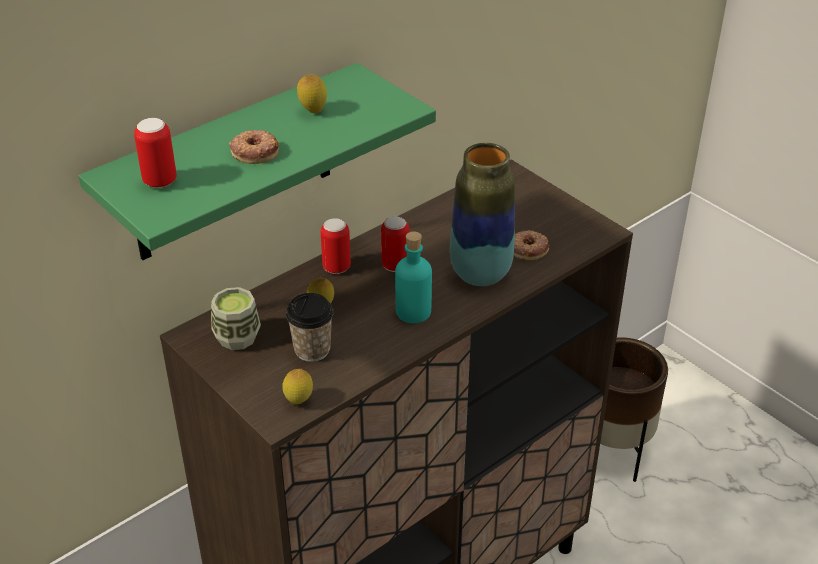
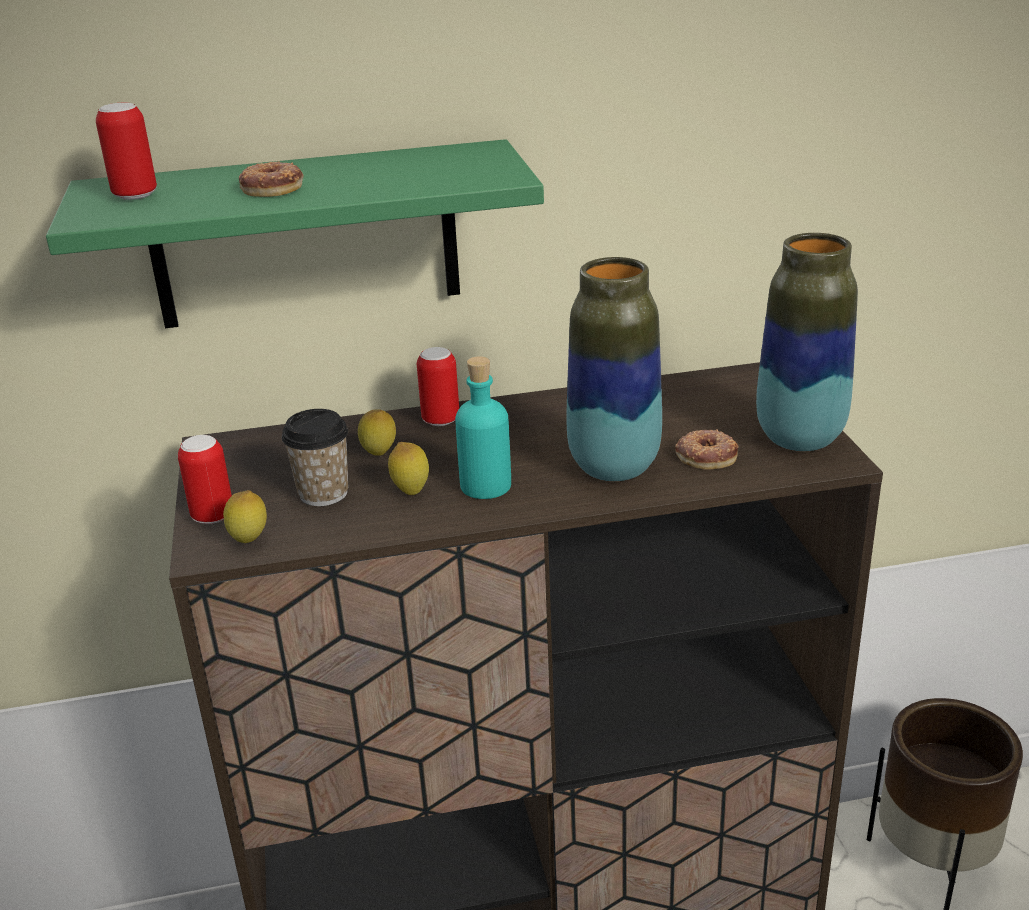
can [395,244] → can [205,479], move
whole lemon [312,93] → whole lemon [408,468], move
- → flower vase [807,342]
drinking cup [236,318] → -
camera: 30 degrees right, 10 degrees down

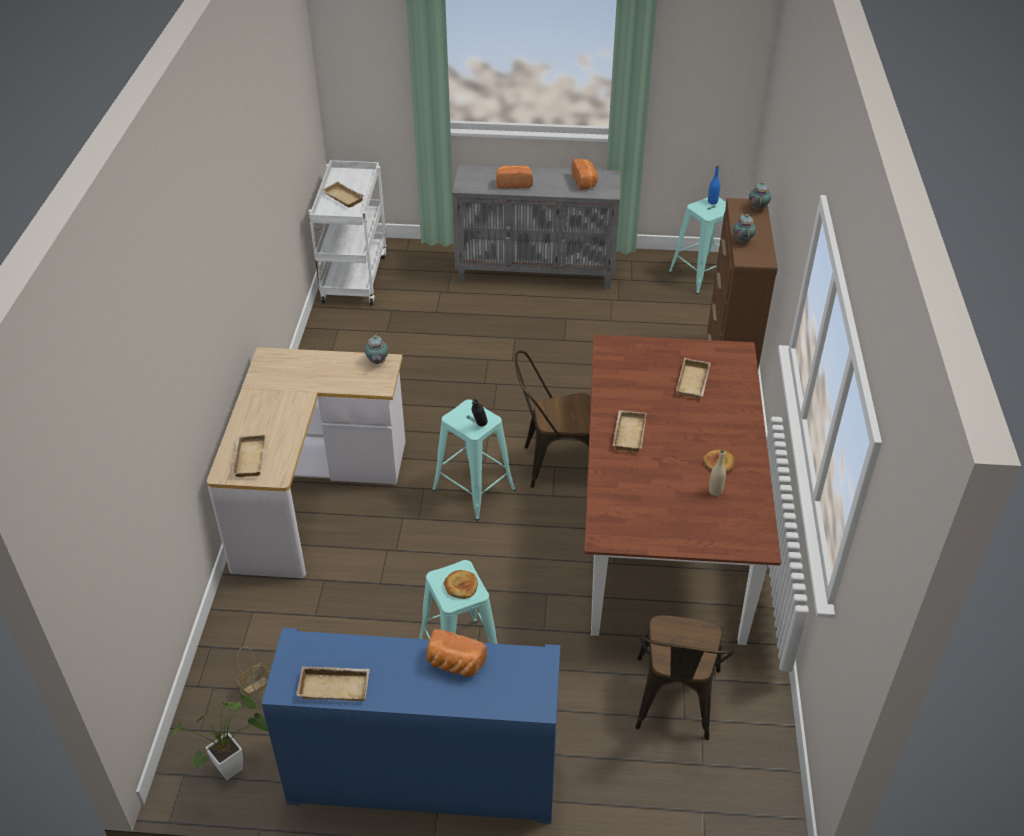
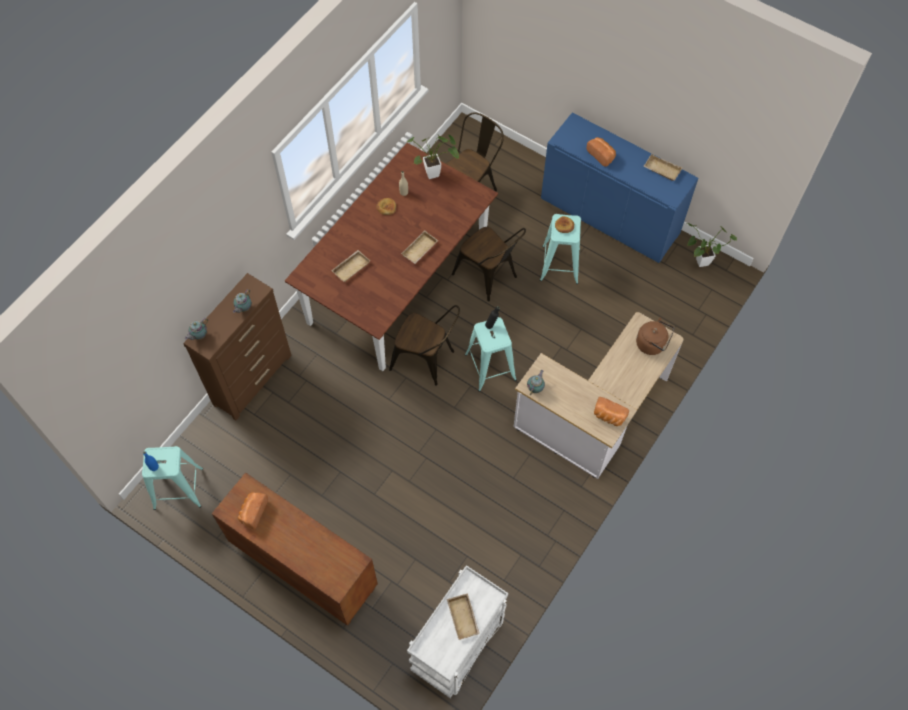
cabinet (gray) [536,226] → cabinet (brown) [295,548]
- → plant in a pot [432,157]
- → upright chair (brown) [489,264]
baked bread [514,177] → baked bread [611,411], move
tray (beige) [249,455] → tea kettle (brown) [655,336]
household basket [253,675] → -
camera: 150 degrees left, 20 degrees up

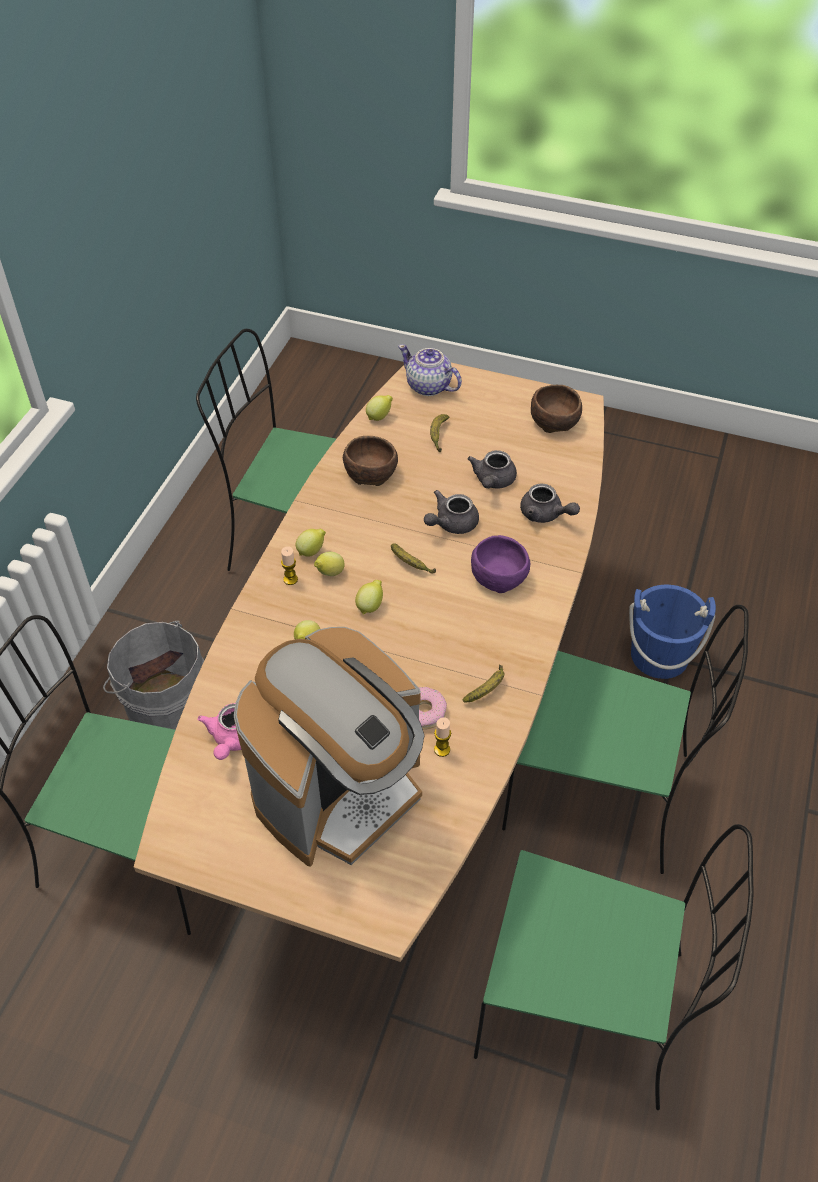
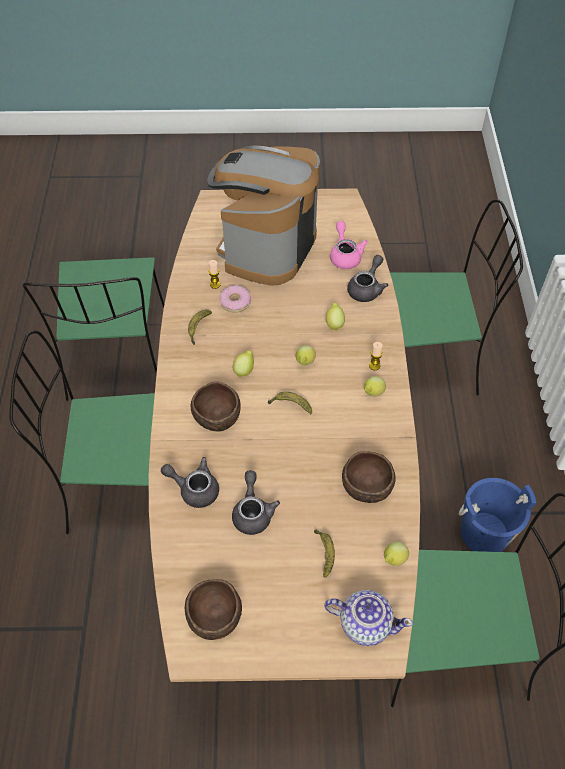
upright chair (greenish) [614,967] → upright chair (greenish) [93,329], 90 degrees counterclockwise
deep dish (purple) [500,564] → deep dish (brown) [216,406]
whole lemon [329,564] → whole lemon [243,364], move
tea pot (gray) [451,512] → tea pot (gray) [367,278], move
bucket (blue-coloured) [672,632] → bucket (blue-coloured) [497,515], move
bucket (gray) [153,675] → -
camera: 160 degrees right, 5 degrees up

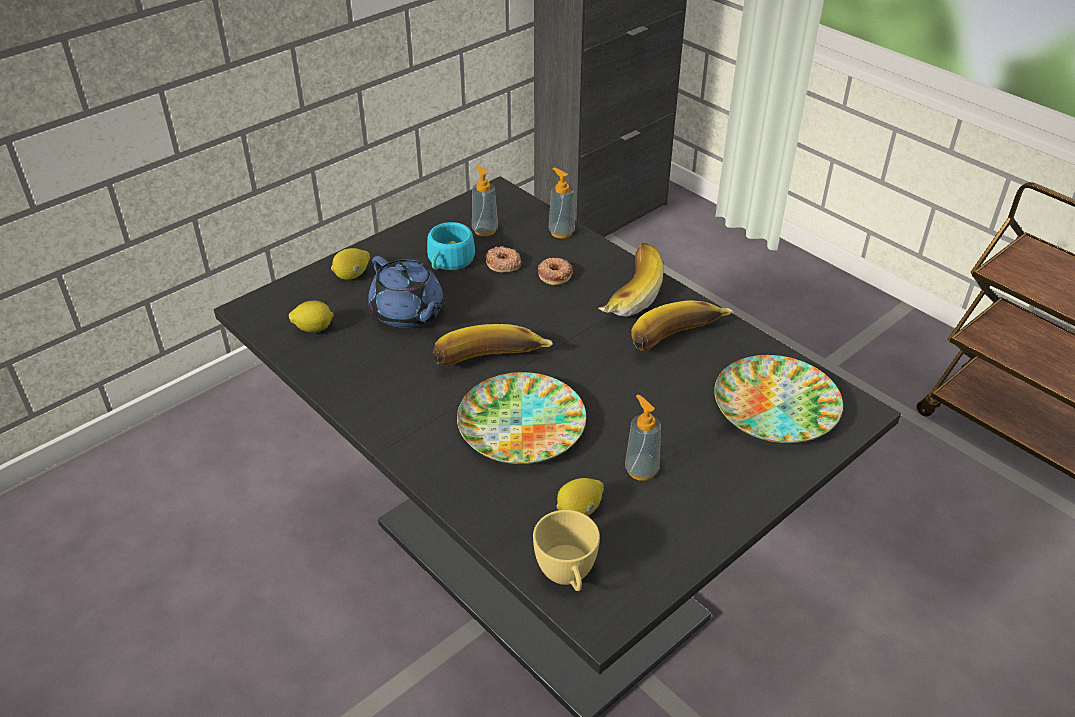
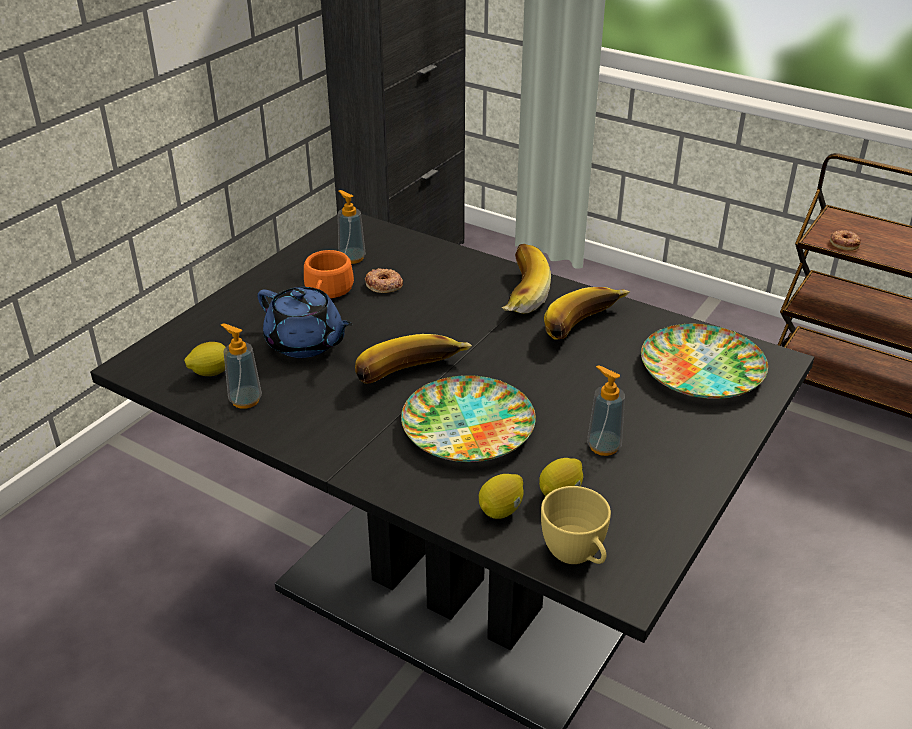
liquid soap bottle [562,203] → liquid soap bottle [241,366], move
drinking cup (turquoise) [451,246] → drinking cup (orange) [329,274]
whole lemon [350,264] → whole lemon [501,496], move
doughnut [555,271] → doughnut [845,240], move
camera: 15 degrees left, 5 degrees down

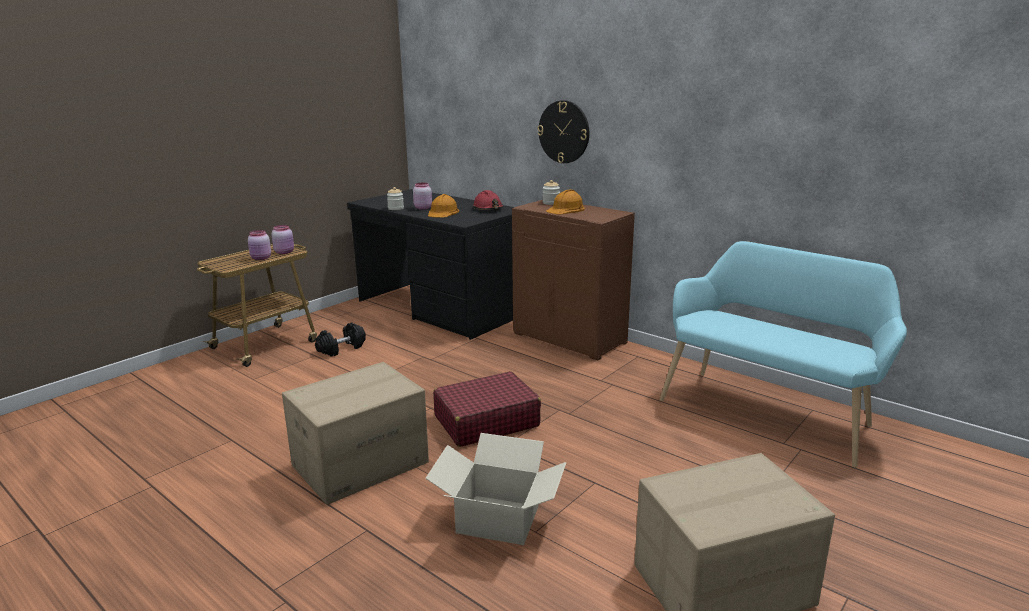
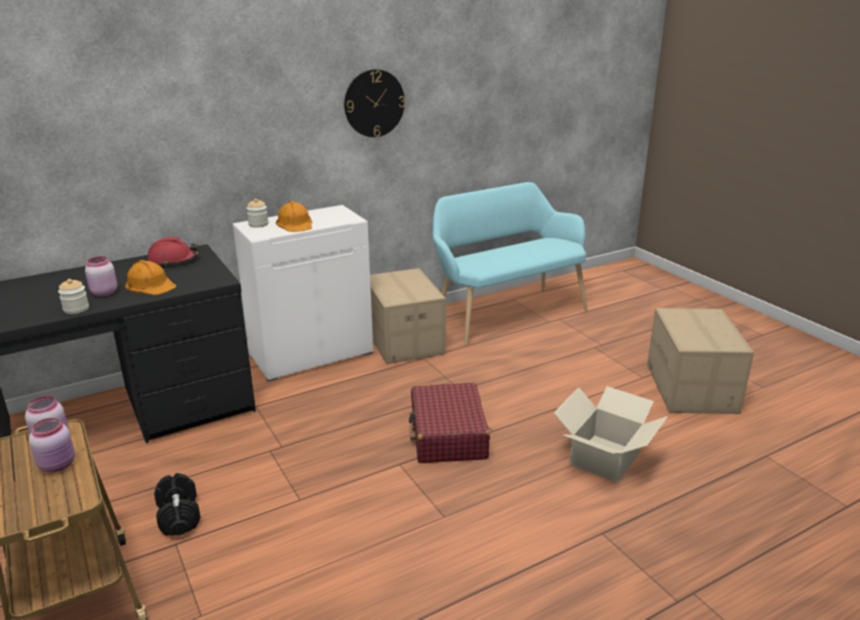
cabinet (brown) [573,280] → cabinet (whitish) [303,293]
clock on the wall [563,131] → clock on the wall [374,103], move
cardboard box [355,433] → cardboard box [408,316], move
camera: 70 degrees left, 5 degrees up

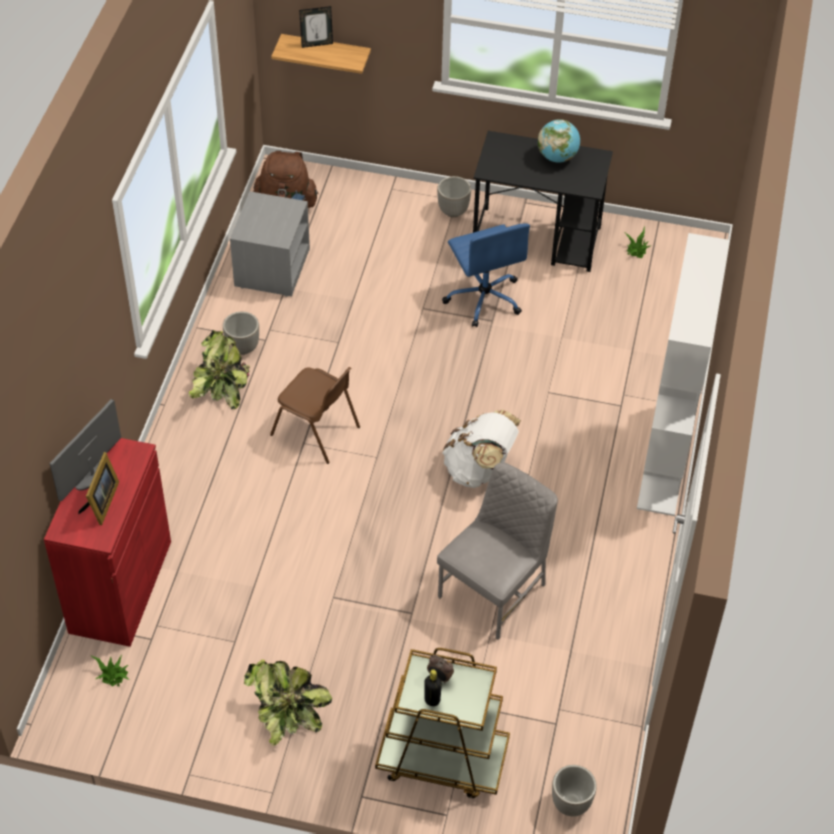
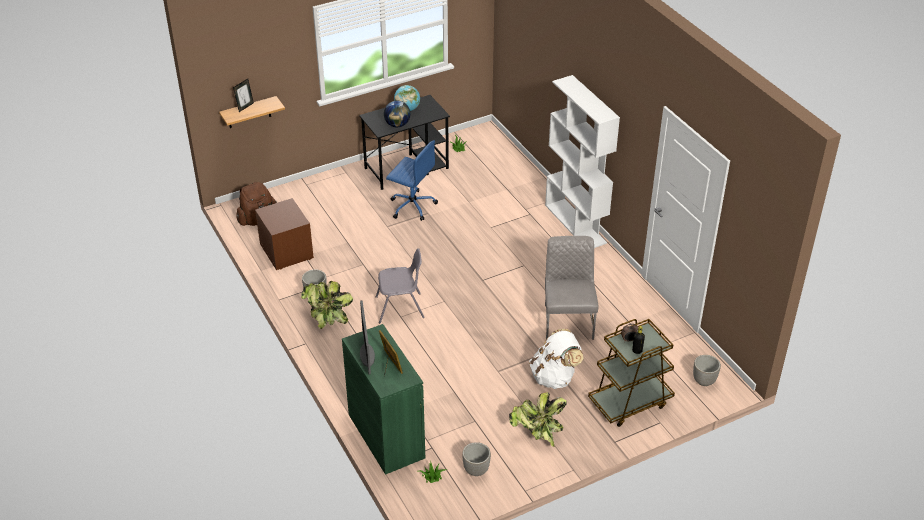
nightstand (gray) [270,243] → nightstand (brown) [284,234]
cabinet (reddish) [107,542] → cabinet (greenish) [383,399]
upright chair (brown) [315,415] → upright chair (gray) [400,285]
- → desk globe [397,113]
flower pot [454,196] → flower pot [476,459], move
rucksack (whitish) [481,449] → rucksack (whitish) [556,359], move
camera: 40 degrees left, 10 degrees down

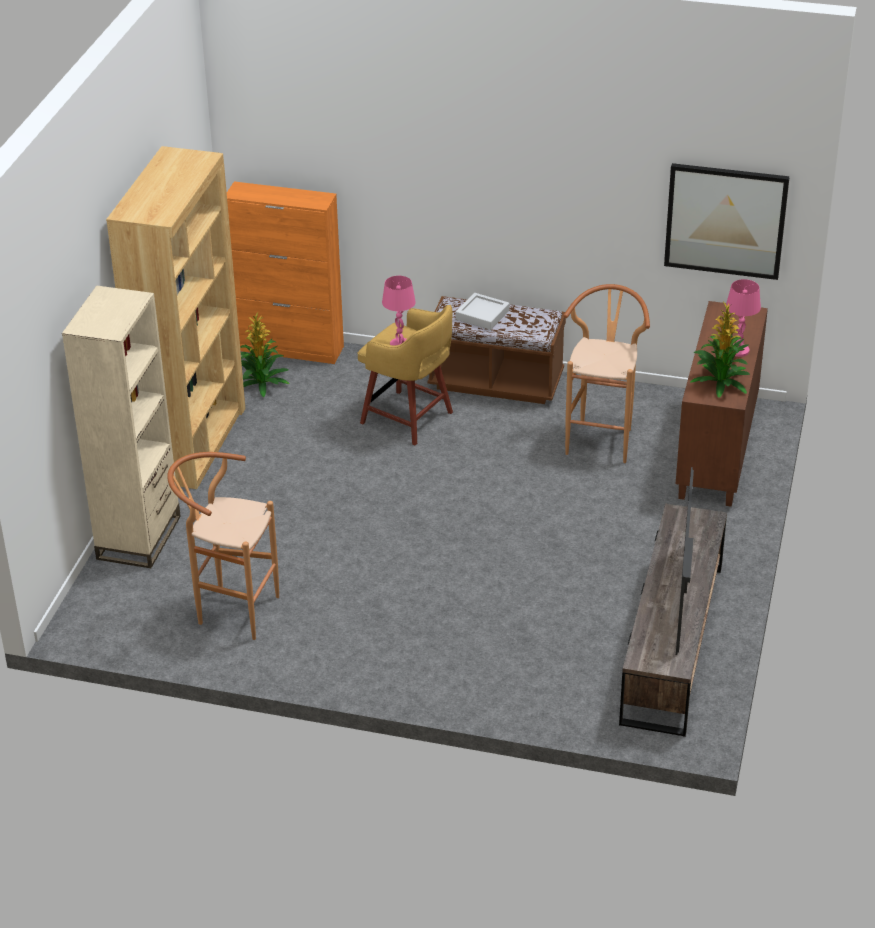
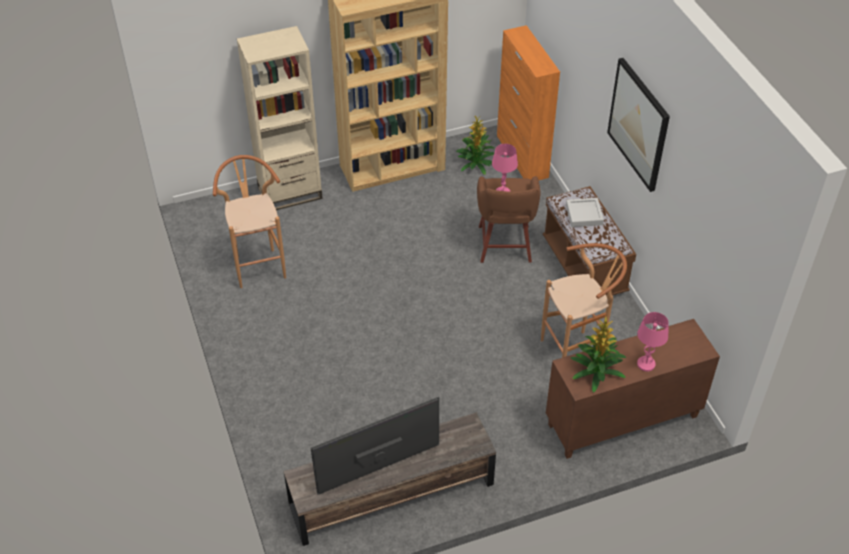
sitting stool (yellow) [405,375] → sitting stool (brown) [508,219]
picture [727,221] → picture [638,125], move
camera: 55 degrees right, 10 degrees up

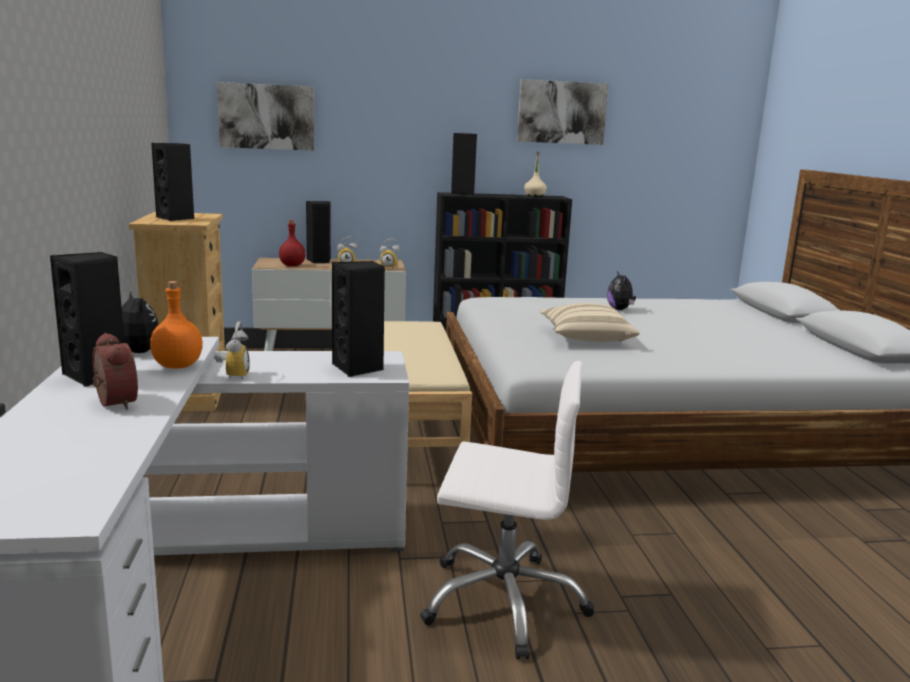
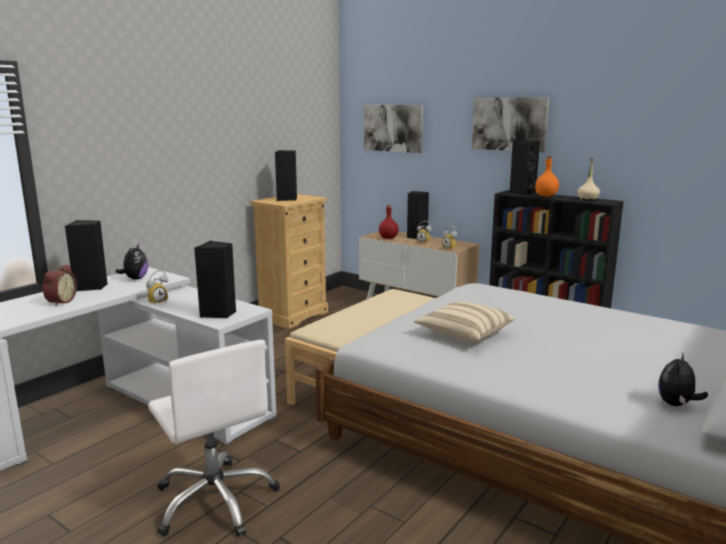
picture [563,112] → picture [510,125], move
bottle (orange) [176,324] → bottle (orange) [547,176], move
soft toy [621,290] → soft toy [683,379], move
camera: 45 degrees right, 0 degrees up

